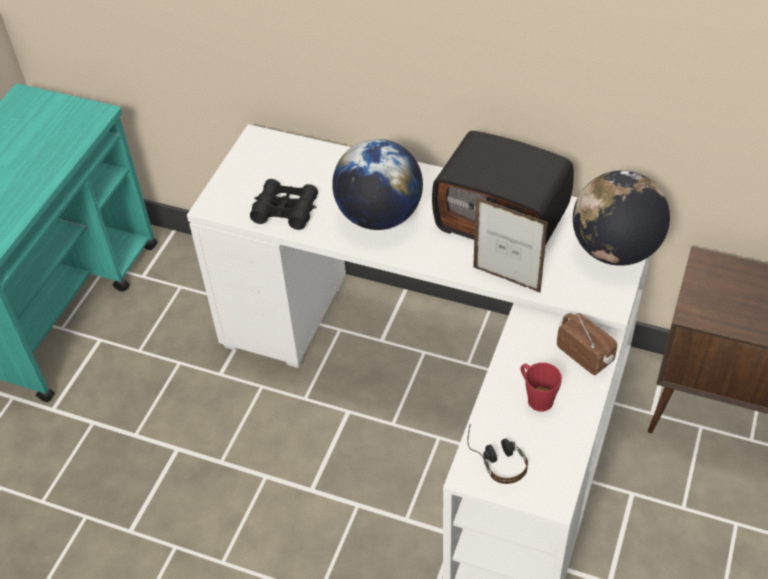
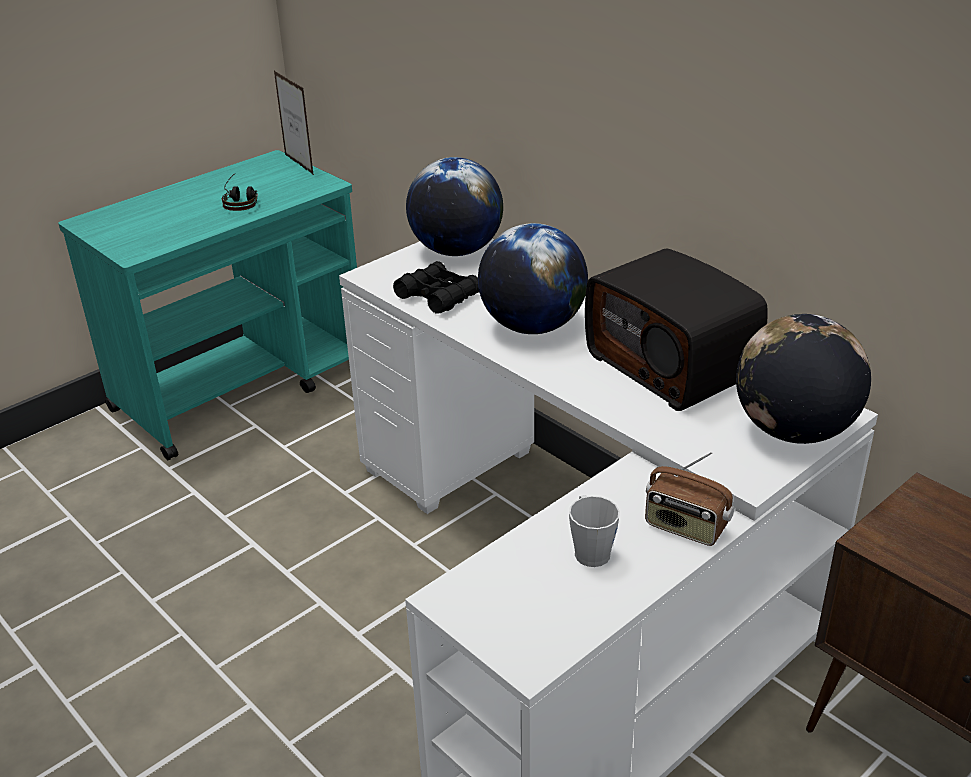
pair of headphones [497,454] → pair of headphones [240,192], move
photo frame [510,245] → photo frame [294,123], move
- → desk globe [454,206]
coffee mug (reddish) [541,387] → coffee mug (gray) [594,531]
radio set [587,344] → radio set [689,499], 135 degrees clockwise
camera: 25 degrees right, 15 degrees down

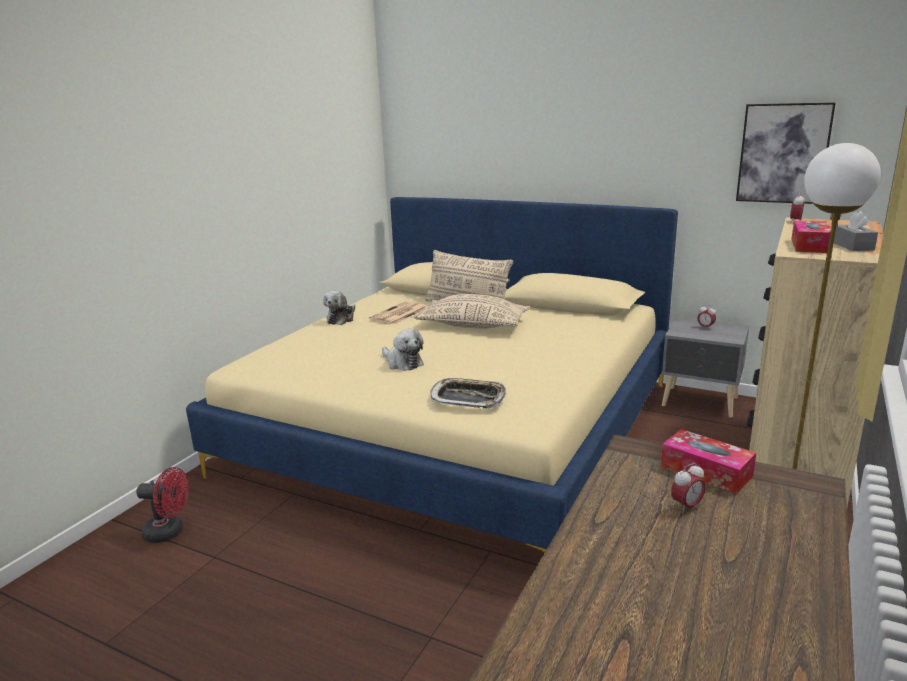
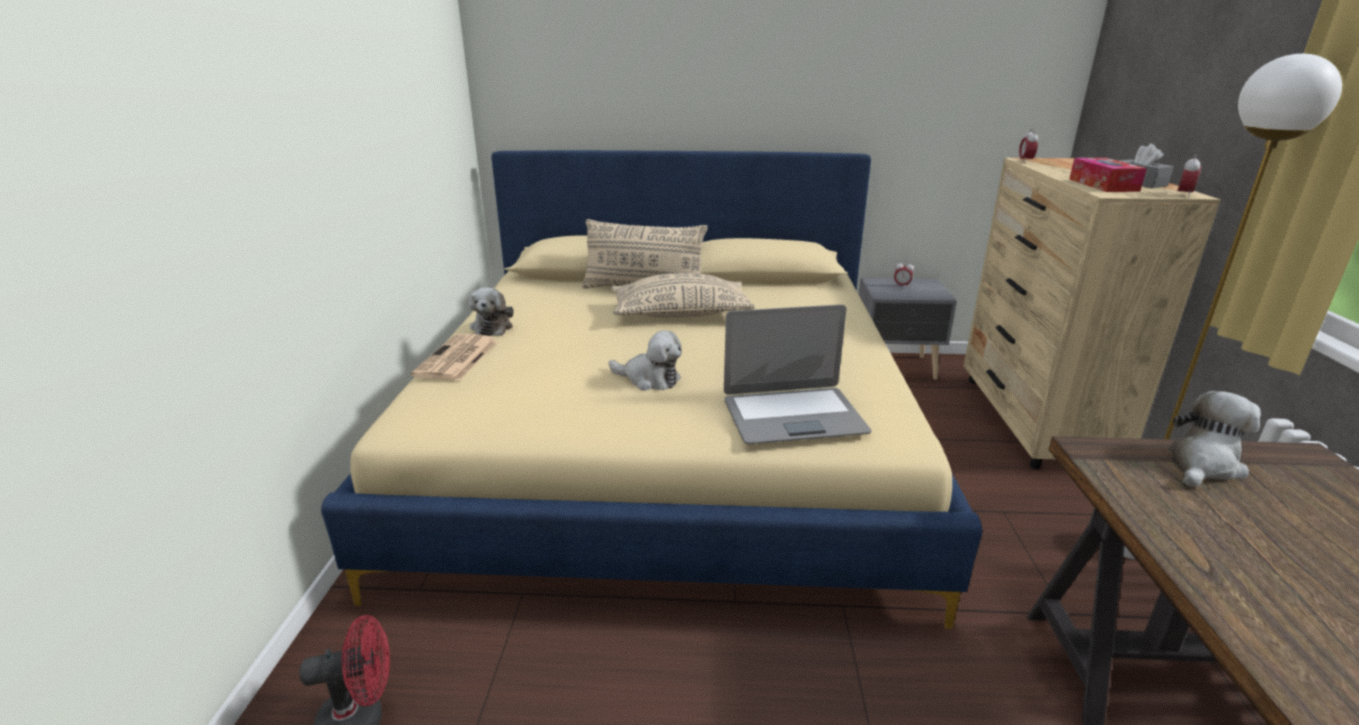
newspaper [398,313] → newspaper [454,357], move
tray [468,393] → portable computer [797,374]
tissue box [708,461] → soft toy [1214,439]
table clock [688,488] → table clock [1189,175], move
picture [786,153] → -
camera: 25 degrees left, 5 degrees up

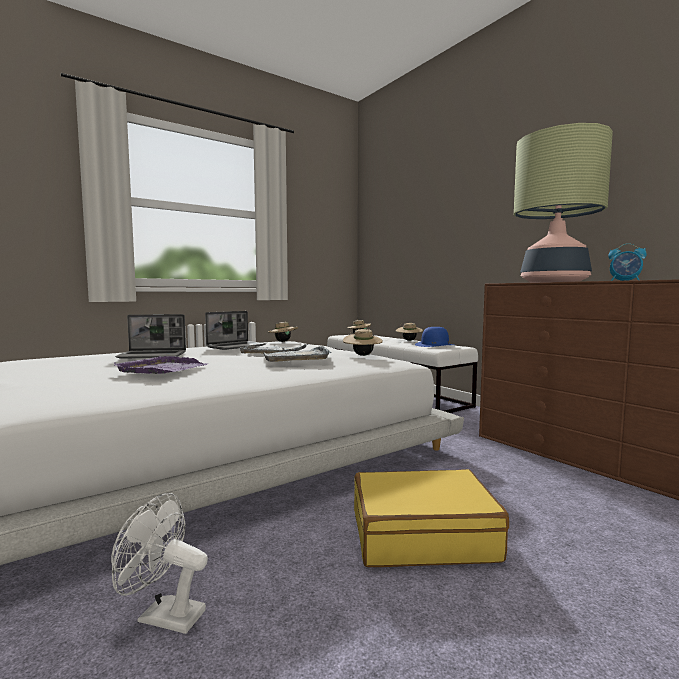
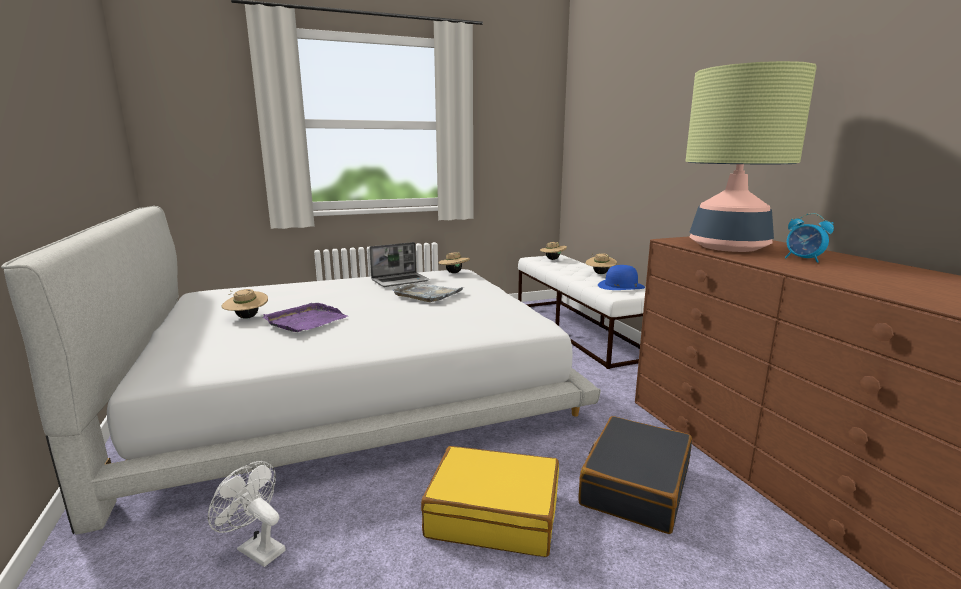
wearable hat (beige) [363,342] → wearable hat (beige) [245,304], move
- → travel case (black-coloured) [635,475]
portable computer [150,336] → -
tray (gray) [297,354] → -
camera: 15 degrees right, 10 degrees up

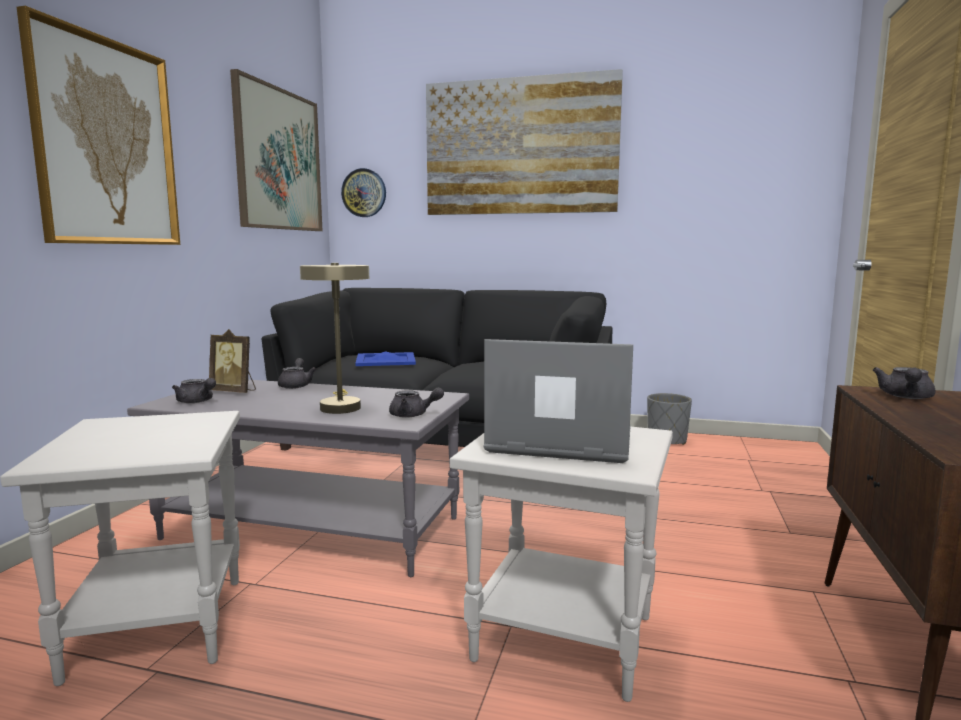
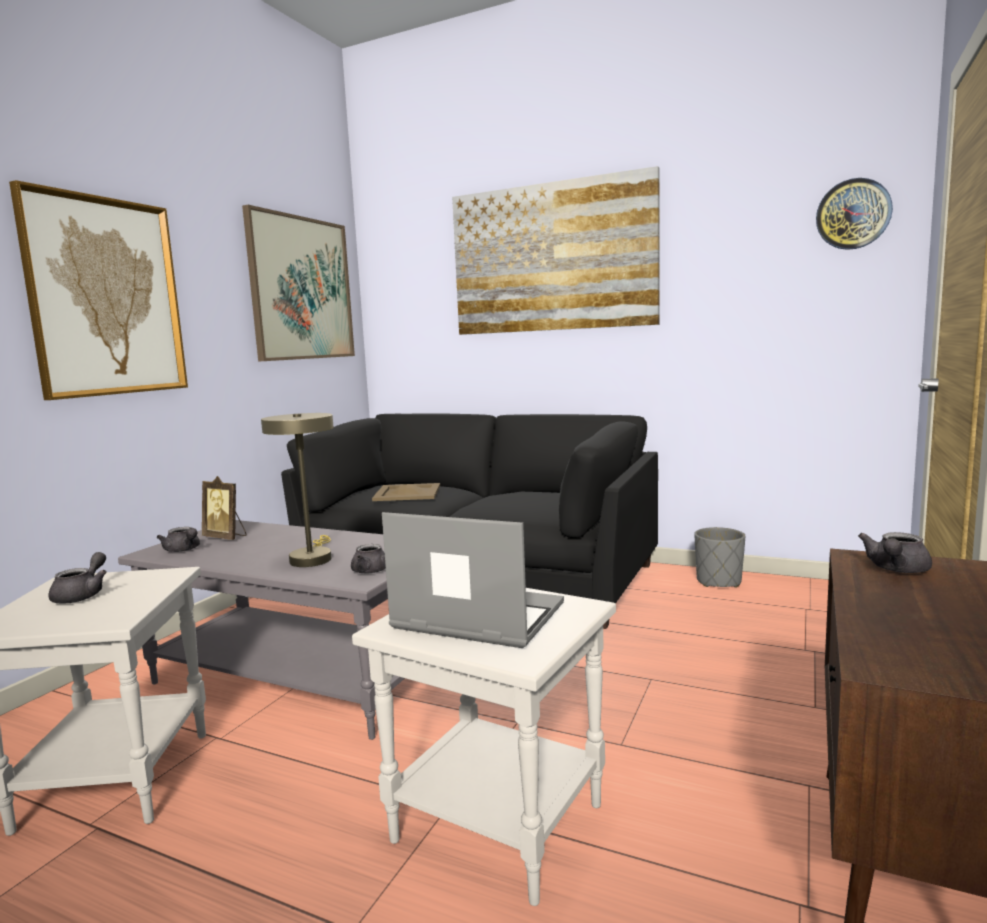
tea pot (gray) [297,373] → tea pot (gray) [77,577], move
tray (blue-coloured) [385,358] → tray (beige) [406,492]
clock on the wall [363,192] → clock on the wall [854,214], move
camera: 10 degrees right, 0 degrees up

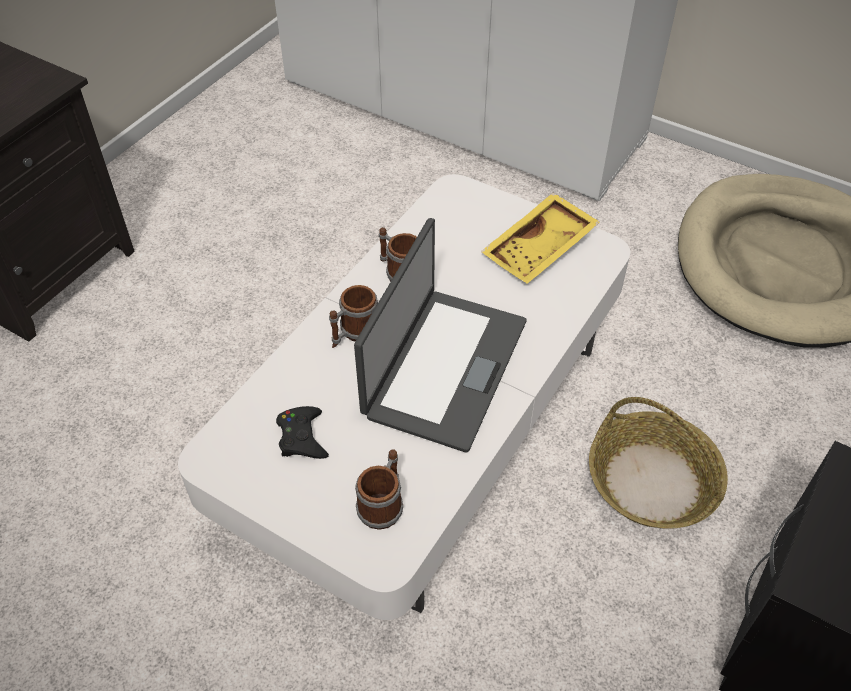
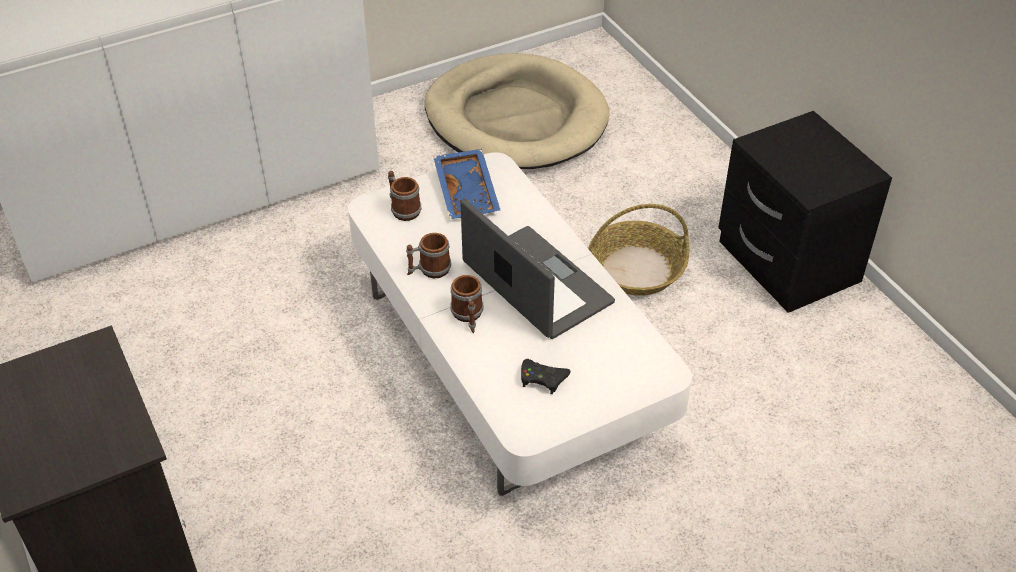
coffee mug [379,489] → coffee mug [404,196], move
tray (yellow) [540,238] → tray (blue-coloured) [466,184]
camera: 60 degrees left, 5 degrees down

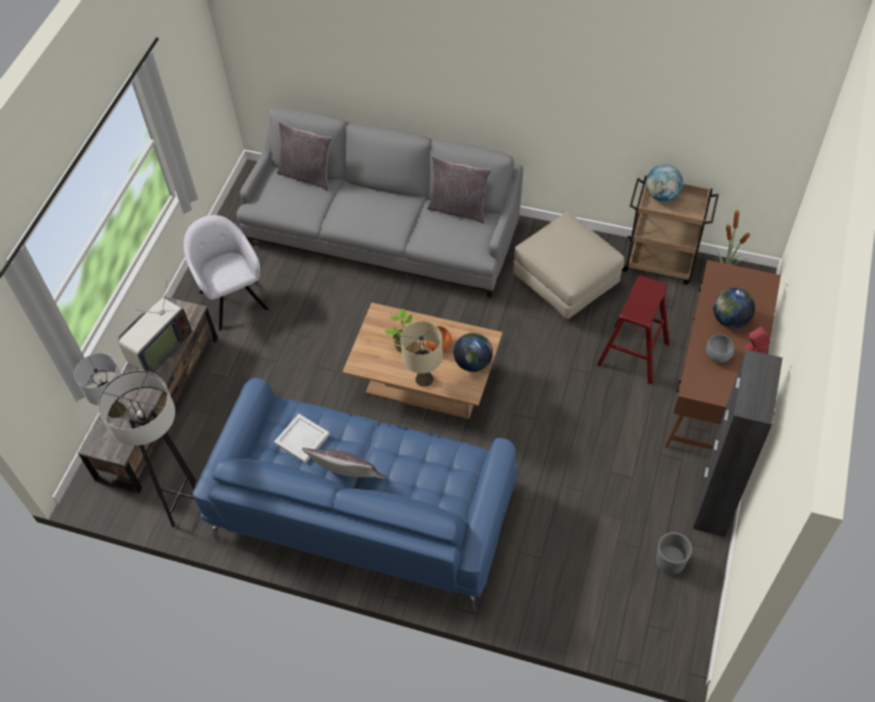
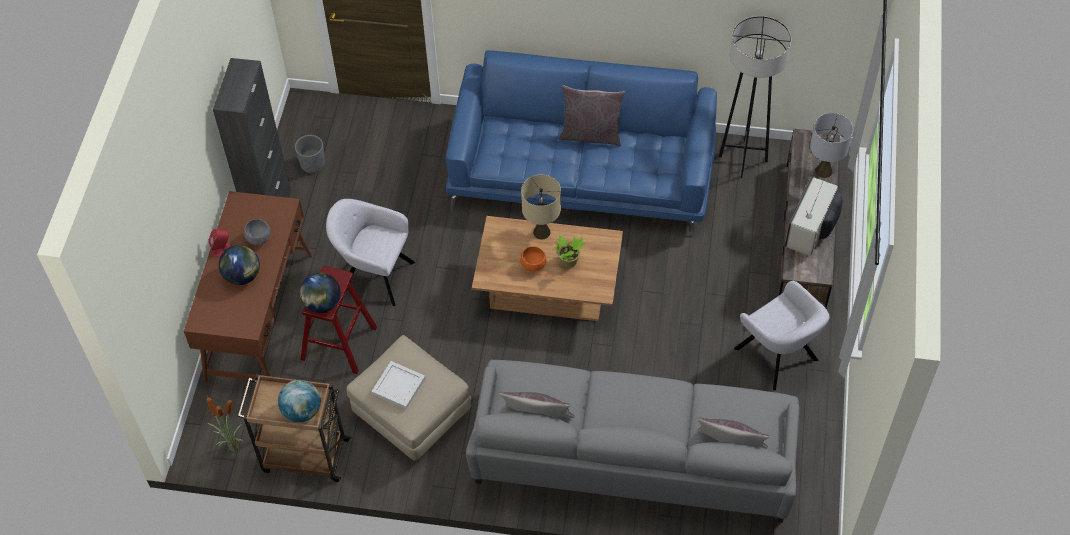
desk globe [473,352] → desk globe [320,293], move
- → lounge chair (gray) [370,252]
tray (whitish) [302,439] → tray (whitish) [398,385], move
camera: 170 degrees right, 0 degrees up

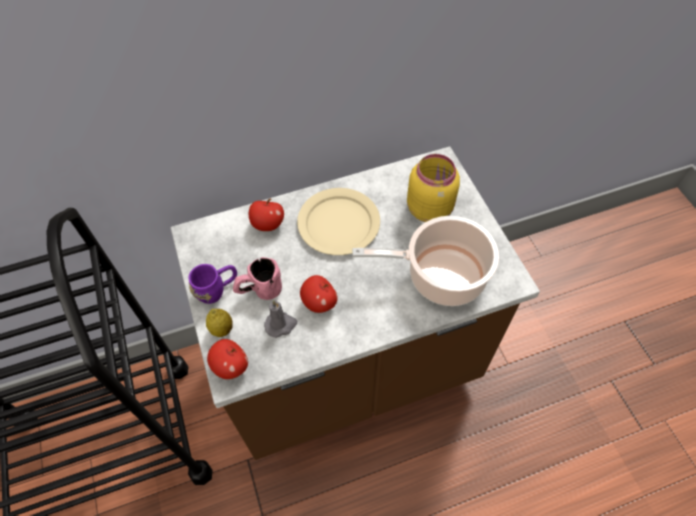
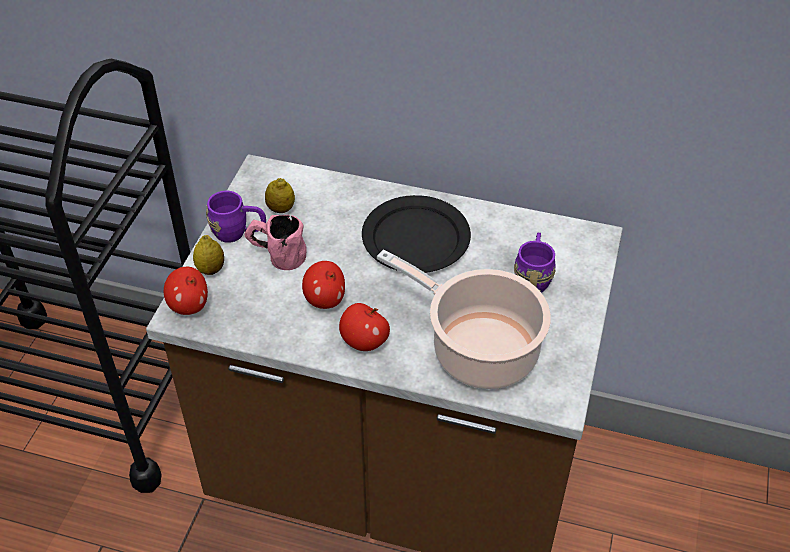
- → whole lemon [280,195]
apple [266,215] → apple [364,327], move
flat dish (beige) [338,221] → flat dish (black-coloured) [416,234]
preserve jar (yellow) [433,188] → coffee mug (purple) [535,263]
candle (gray) [280,319] → -
camera: 35 degrees right, 10 degrees down

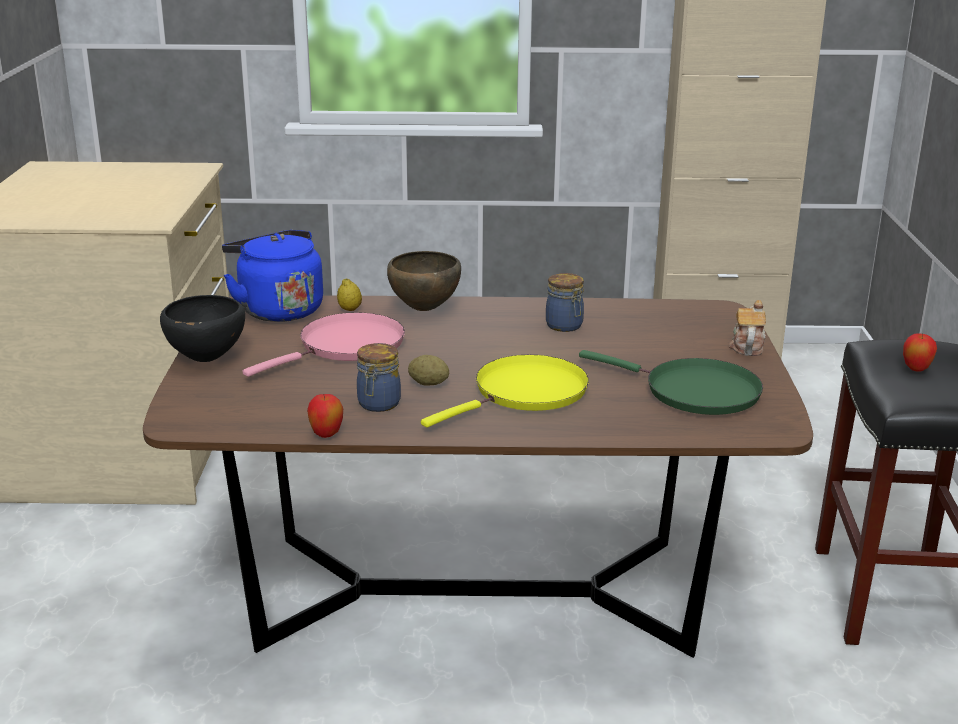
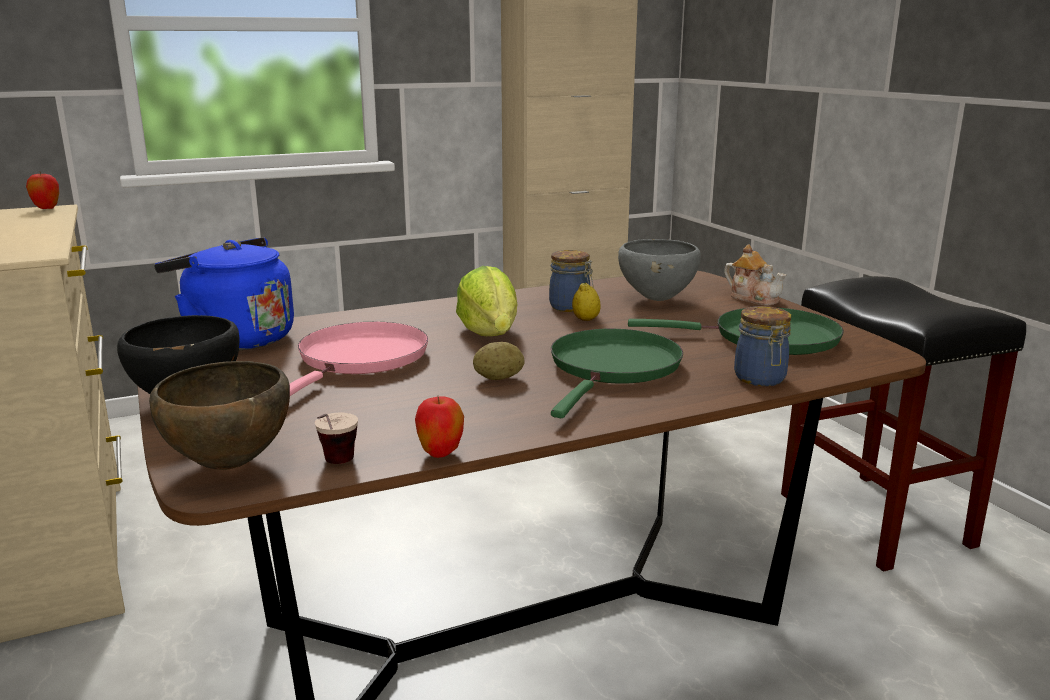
apple [920,352] → apple [42,190], move
deep dish (brown) [424,281] → deep dish (brown) [219,415], move
- → drinking cup [336,438]
- → head of lettuce [487,301]
frying pan (yellow) [505,391] → frying pan (greenish) [617,373]
whole lemon [349,295] → whole lemon [586,302], move
- → deep dish (gray) [659,270]
tea pot [747,328] → tea pot [755,274], 150 degrees clockwise
preserve jar [379,377] → preserve jar [762,346], move
camera: 25 degrees left, 5 degrees down

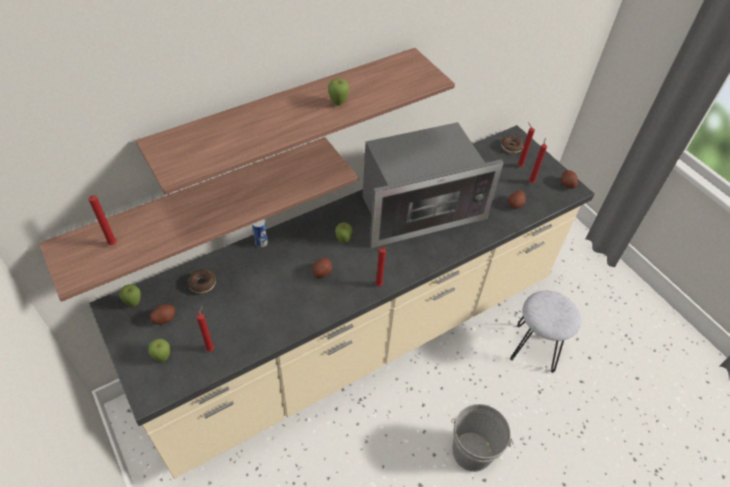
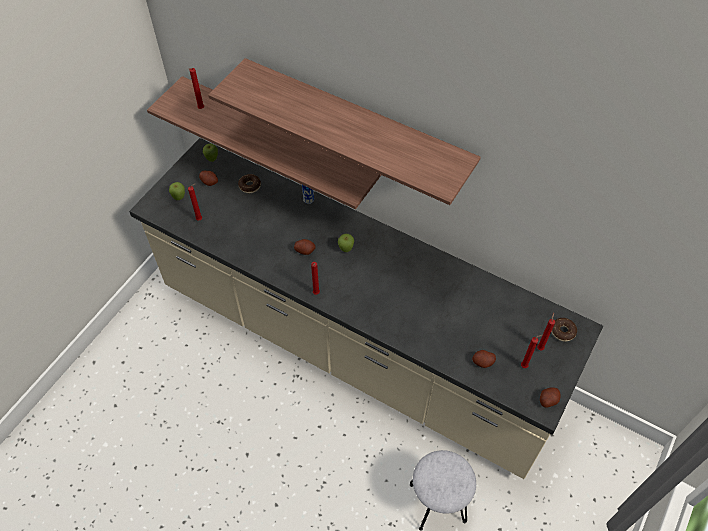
apple [338,92] → -
microwave [433,185] → -
bucket (gray) [482,438] → -
camera: 65 degrees right, 5 degrees up

